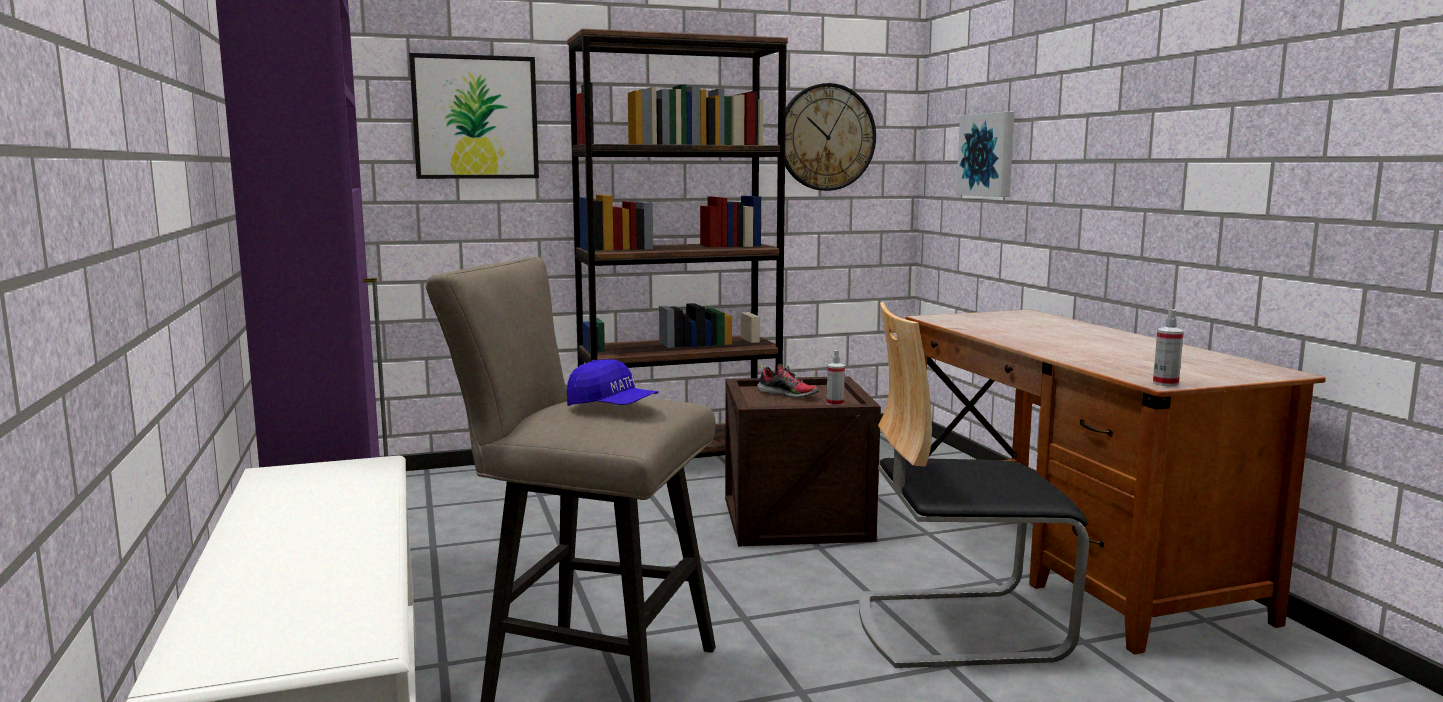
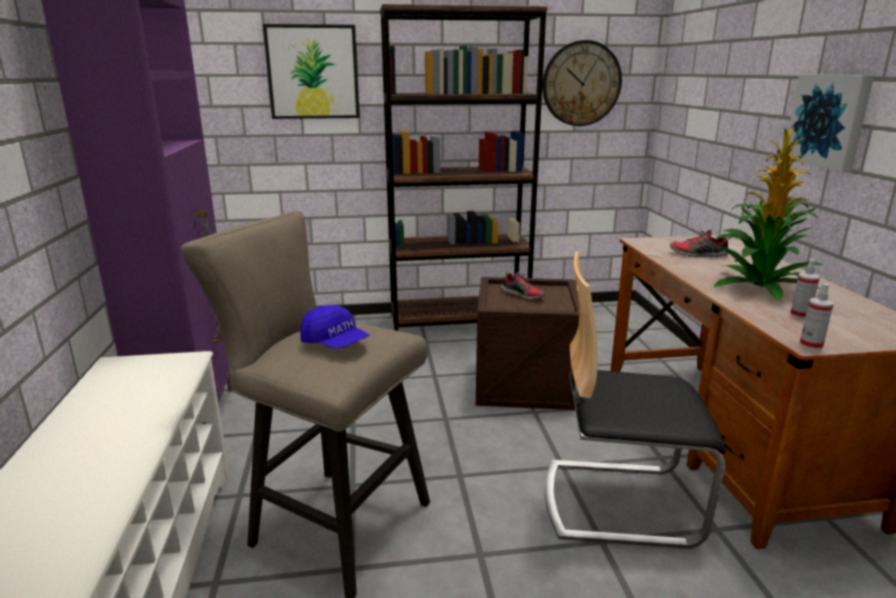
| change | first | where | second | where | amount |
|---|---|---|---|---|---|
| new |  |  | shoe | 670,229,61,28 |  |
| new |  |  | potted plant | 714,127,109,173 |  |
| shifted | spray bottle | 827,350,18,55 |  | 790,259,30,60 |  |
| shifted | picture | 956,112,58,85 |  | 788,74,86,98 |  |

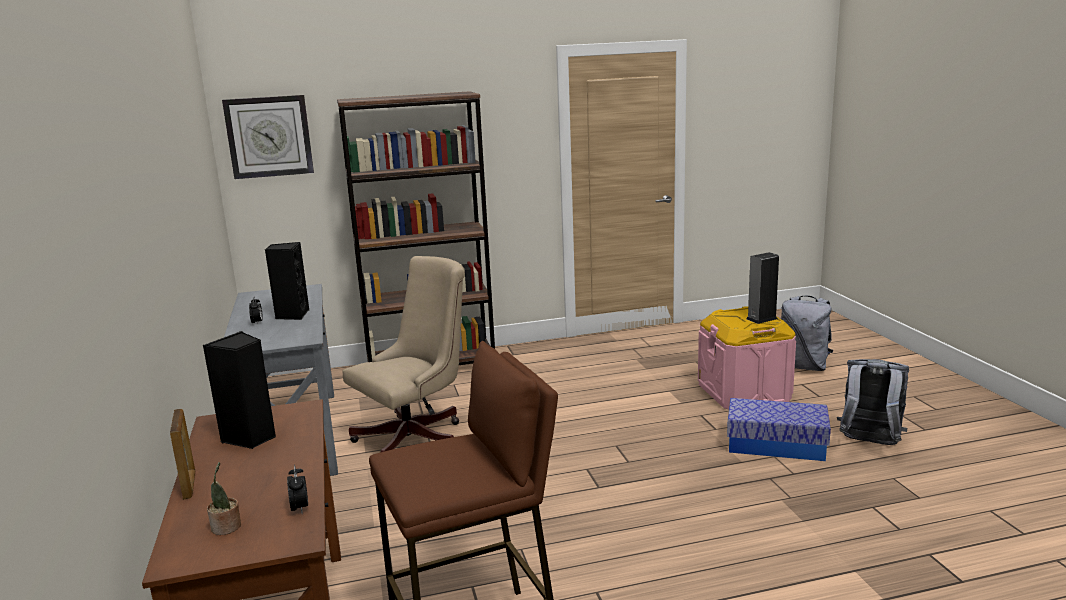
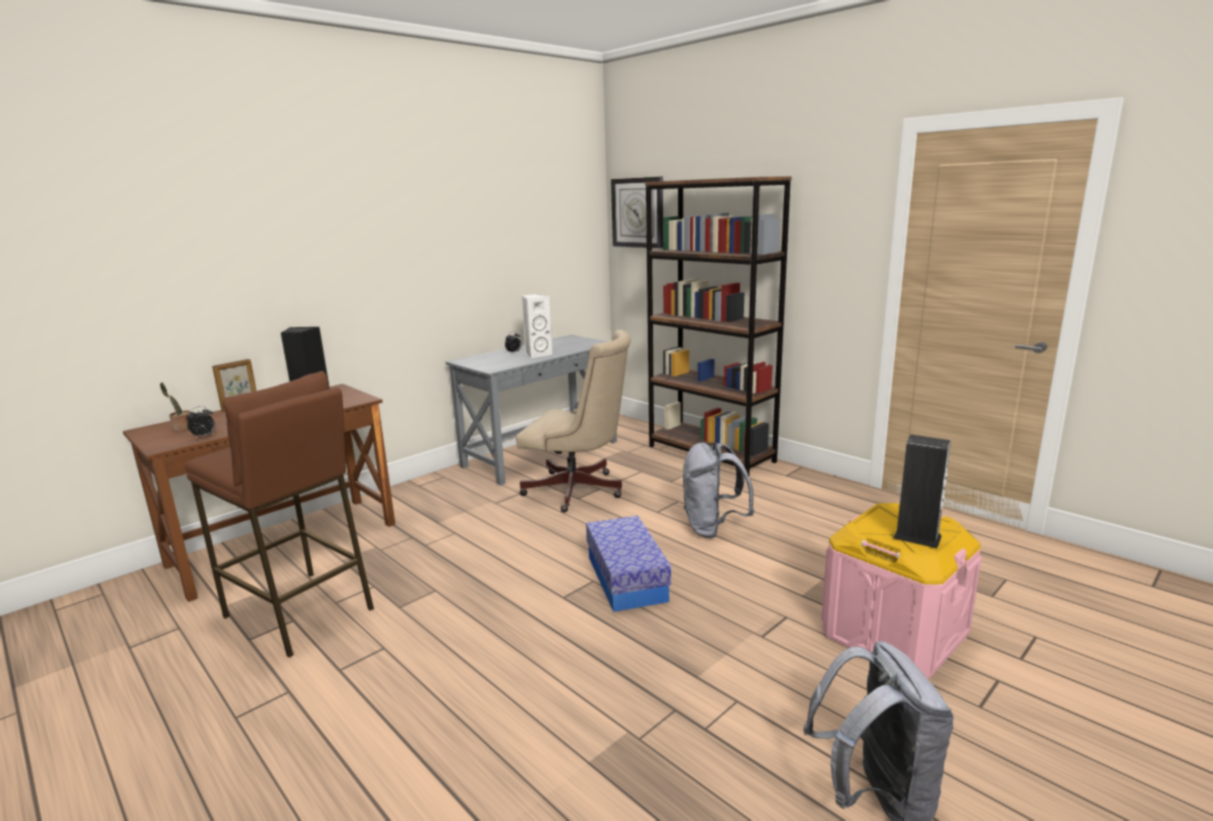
| change | first | where | second | where | amount |
|---|---|---|---|---|---|
| shifted | storage box | 727,398,104,63 |  | 586,516,85,96 |  |
| shifted | backpack in grey | 781,295,53,76 |  | 683,442,71,96 |  |
| repainted | speaker in black | 265,242,45,78 | speaker in white | 522,294,31,64 |  |

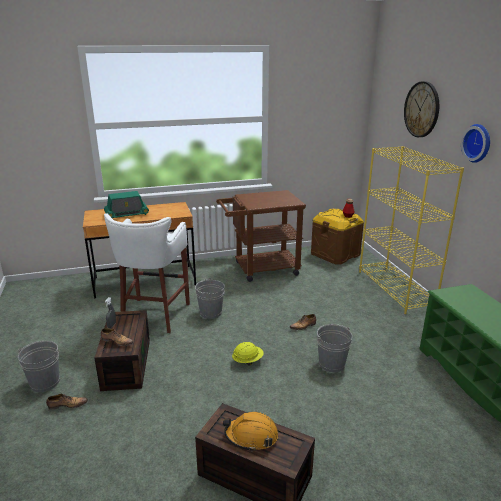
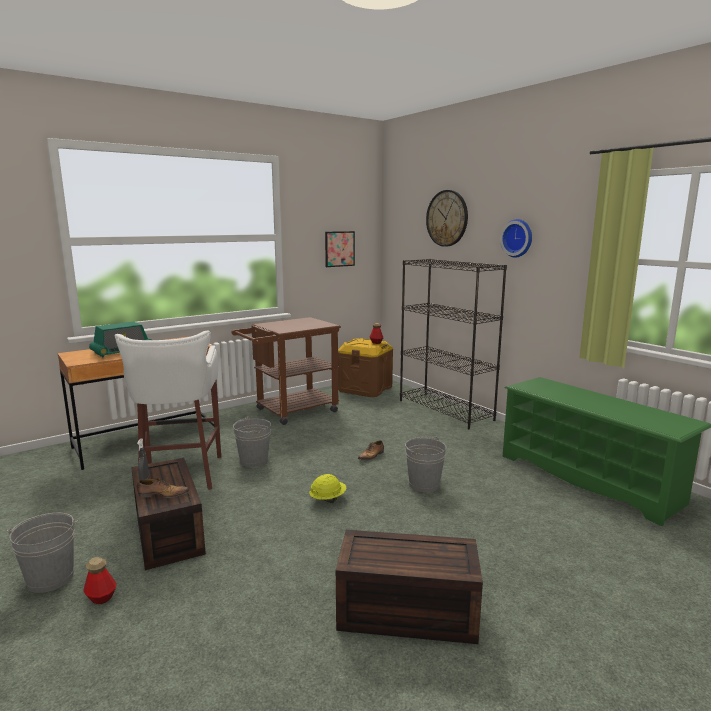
| change | first | where | second | where | amount |
|---|---|---|---|---|---|
| gone | hard hat in orange | 223,412,55,40 |  |  |  |
| new |  |  | picture | 325,231,30,36 |  |
| swapped | shoe | 46,394,42,16 | bottle | 83,557,33,47 |  |
| repainted | bookcase in yellow | 359,146,105,168 | bookcase in black | 400,259,107,170 |  |

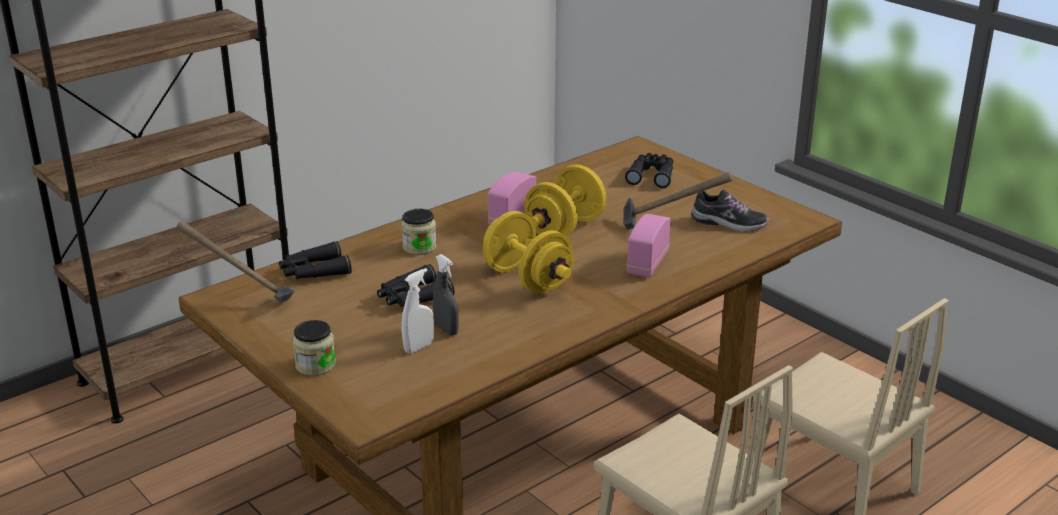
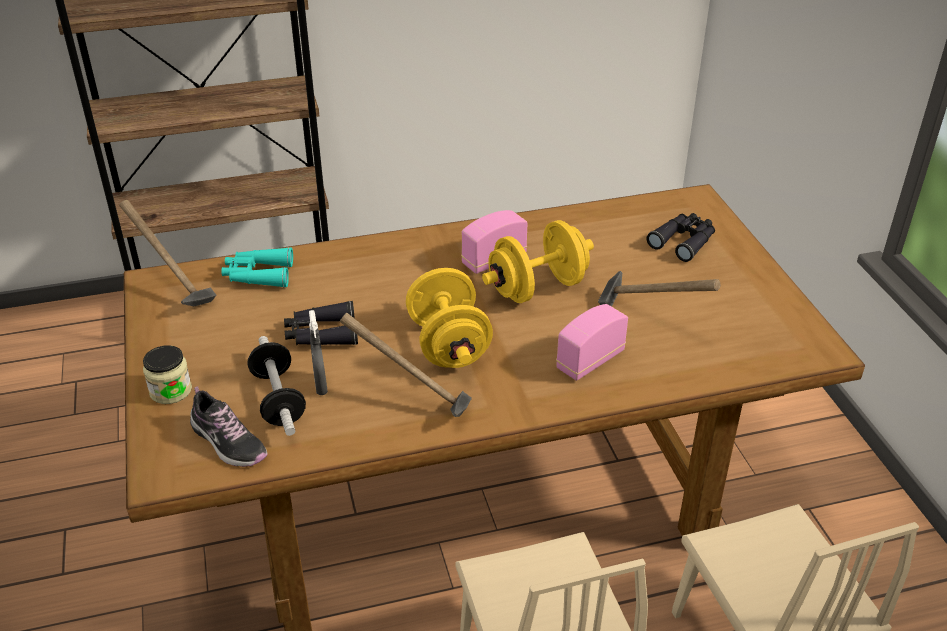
| change | first | where | second | where | amount |
|---|---|---|---|---|---|
| gone | jar | 401,209,36,46 |  |  |  |
| new |  |  | hammer | 340,313,132,104 |  |
| shifted | shoe | 691,190,78,42 |  | 190,386,78,81 |  |
| swapped | spray bottle in white | 402,268,32,85 | dumbbell | 248,336,58,100 |  |
| repainted | binoculars in black | 279,241,73,38 | binoculars in turquoise | 221,247,72,41 |  |

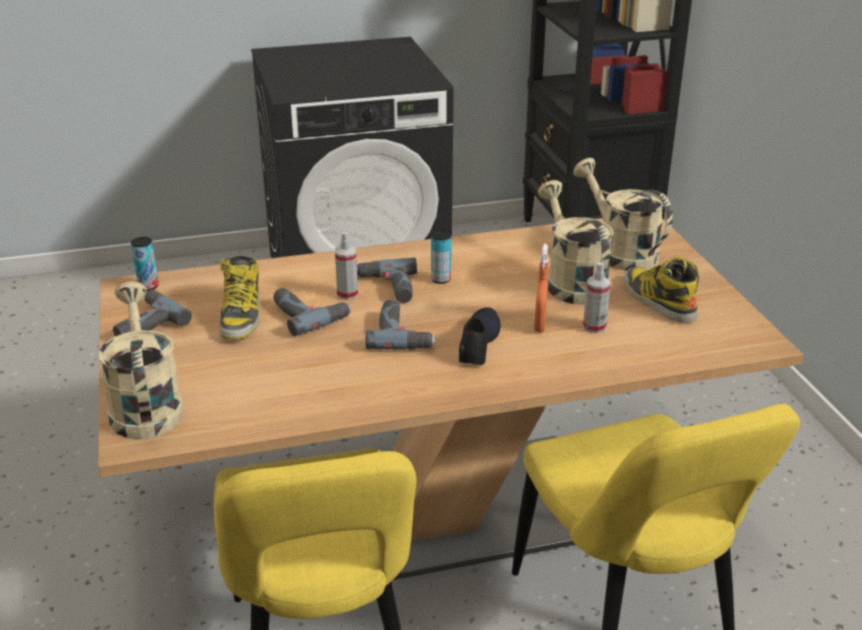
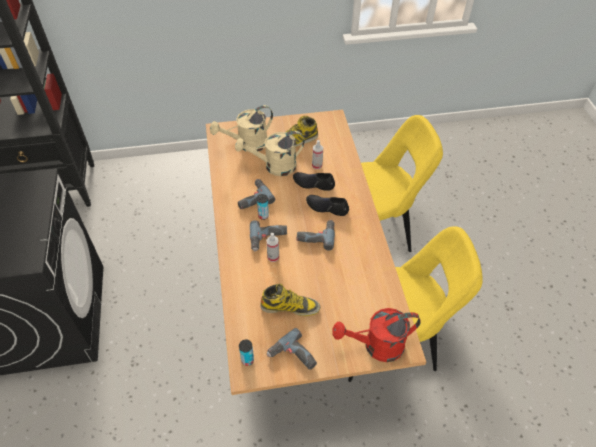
| change | first | where | second | where | amount |
|---|---|---|---|---|---|
| shifted | power drill | 273,288,78,48 |  | 238,179,37,30 |  |
| swapped | spray bottle in orange | 534,244,14,88 | shoe in black | 293,172,42,19 |  |
| repainted | watering can in beige | 99,282,84,157 | watering can in red | 332,308,89,54 |  |

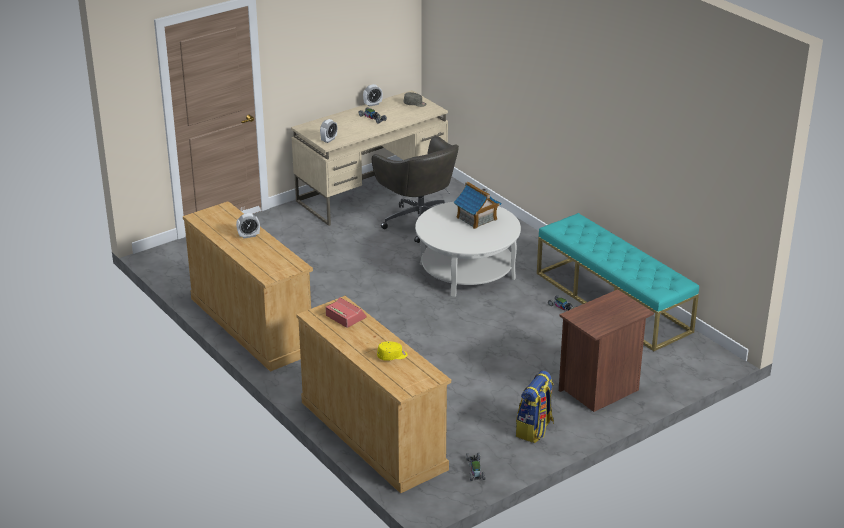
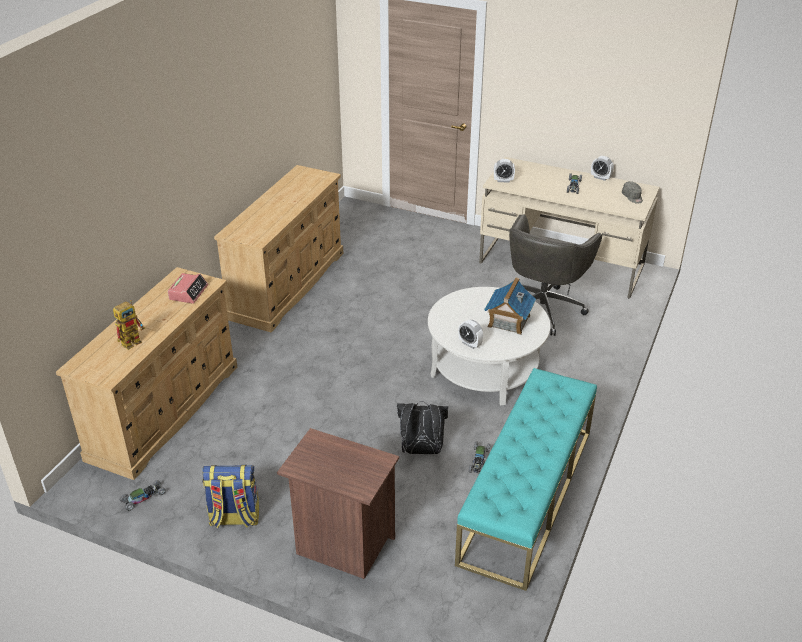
| change | first | where | second | where | amount |
|---|---|---|---|---|---|
| new |  |  | backpack in black | 397,401,51,53 |  |
| shifted | alarm clock | 236,213,24,26 |  | 458,320,25,29 |  |
| swapped | cap in yellow | 377,341,31,20 | toy robot | 113,300,32,50 |  |

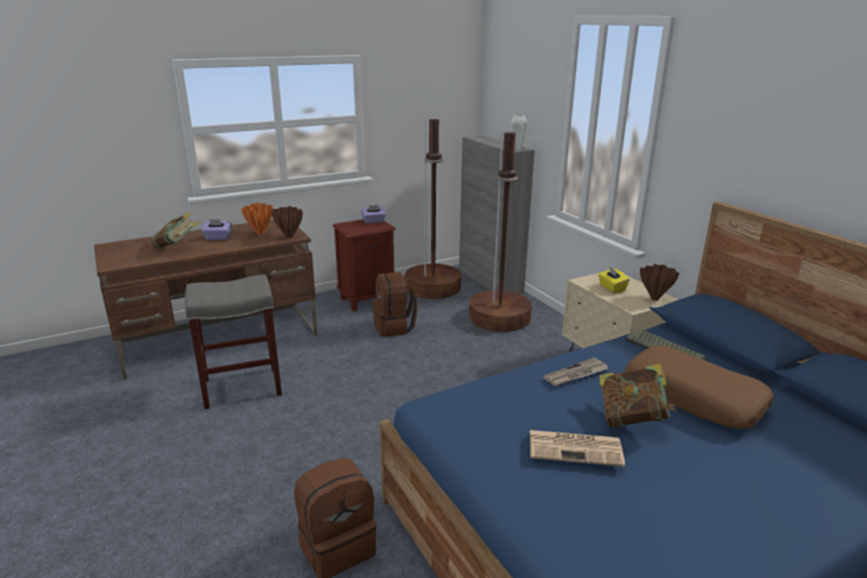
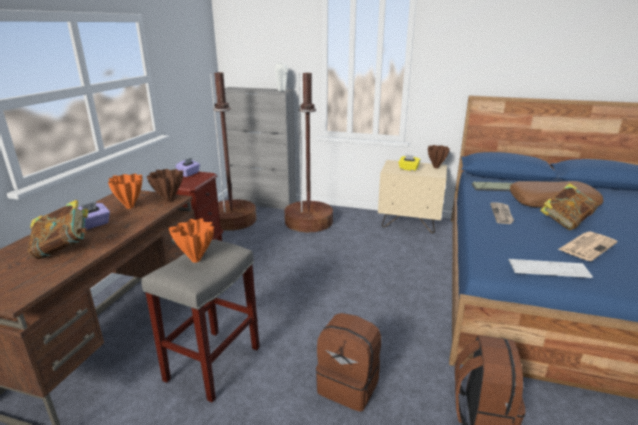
| change | first | where | second | where | amount |
|---|---|---|---|---|---|
| new |  |  | vase in orange | 169,218,45,45 |  |
| new |  |  | keyboard | 509,259,84,19 |  |
| shifted | backpack in brown | 372,272,45,65 |  | 316,313,65,99 |  |

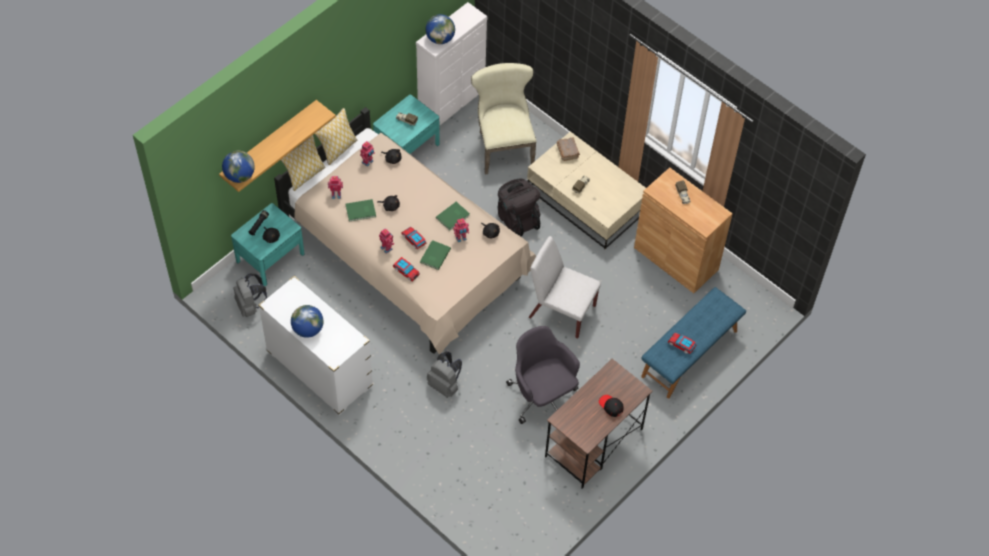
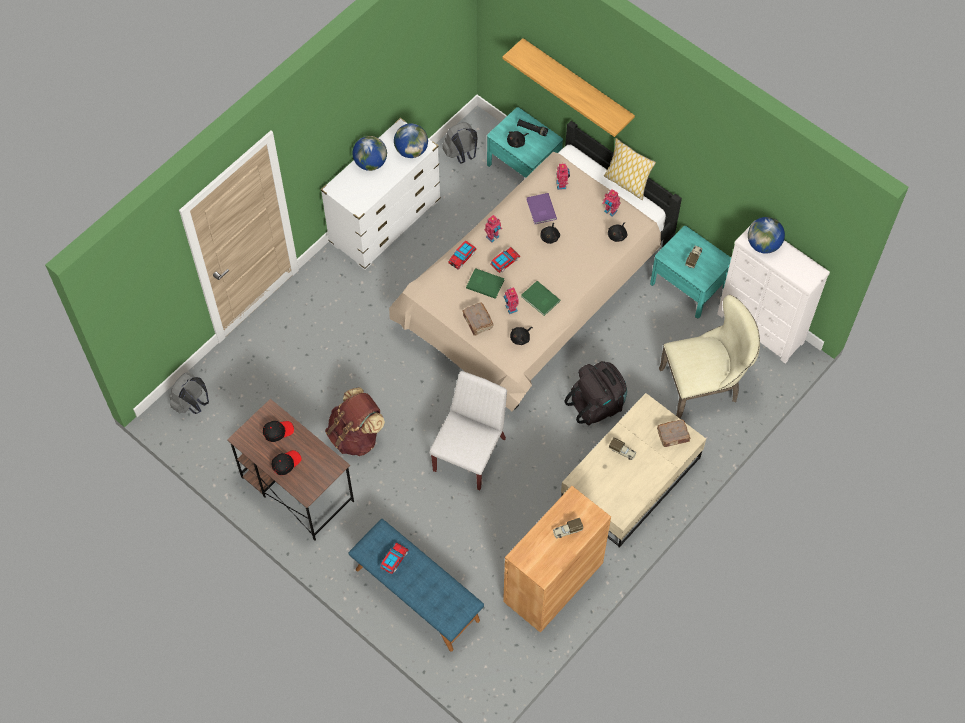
| change | first | where | second | where | amount |
|---|---|---|---|---|---|
| gone | pillow | 281,135,45,56 |  |  |  |
| new |  |  | cap in black | 263,421,31,21 |  |
| new |  |  | book in brown | 462,302,32,34 |  |
| shifted | globe | 222,151,33,32 |  | 394,123,34,35 |  |
| shifted | backpack in grey | 427,351,35,47 |  | 169,373,40,41 |  |
| swapped | office chair in grey | 506,326,74,98 | backpack in brown | 325,387,60,70 |  |
| repainted | book in green | 346,199,30,23 | book in purple | 526,193,31,31 |  |

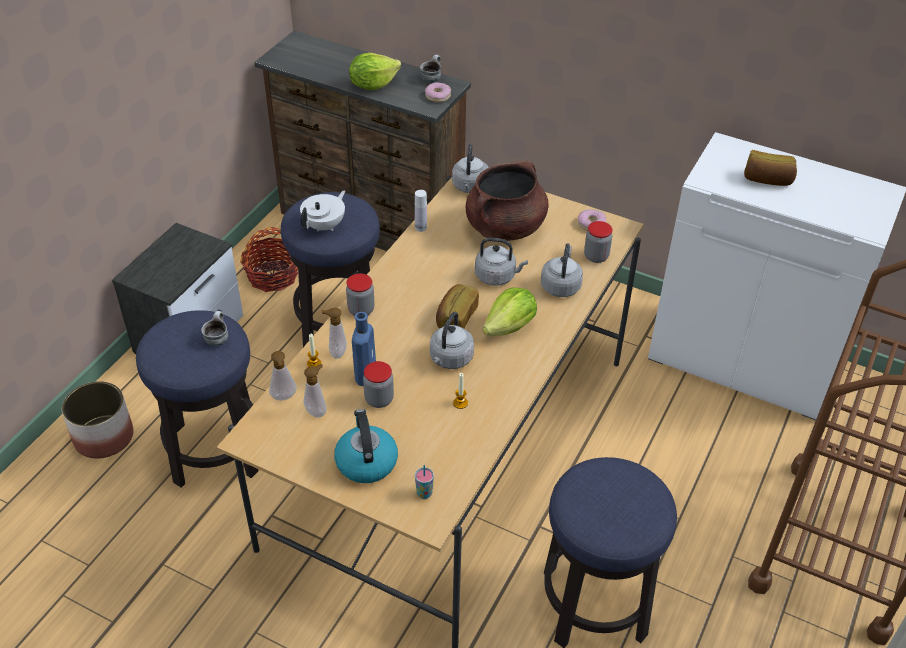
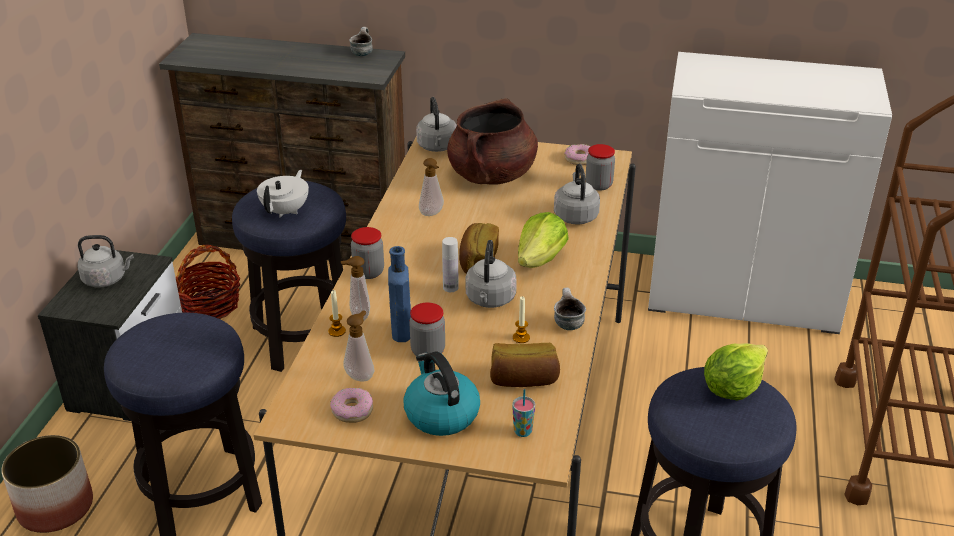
| change | first | where | second | where | amount |
|---|---|---|---|---|---|
| shifted | mug | 201,311,27,35 |  | 554,288,32,42 |  |
| shifted | soap dispenser | 269,351,28,50 |  | 419,158,25,58 |  |
| shifted | lettuce | 349,53,52,37 |  | 704,343,64,58 |  |
| shifted | bottle in white | 415,190,12,42 |  | 442,237,17,55 |  |
| shifted | donut | 425,82,26,20 |  | 330,388,43,35 |  |
| shifted | kettle in grey | 475,238,53,47 |  | 78,235,56,52 |  |
| shifted | bread | 744,150,53,36 |  | 490,342,70,45 |  |

